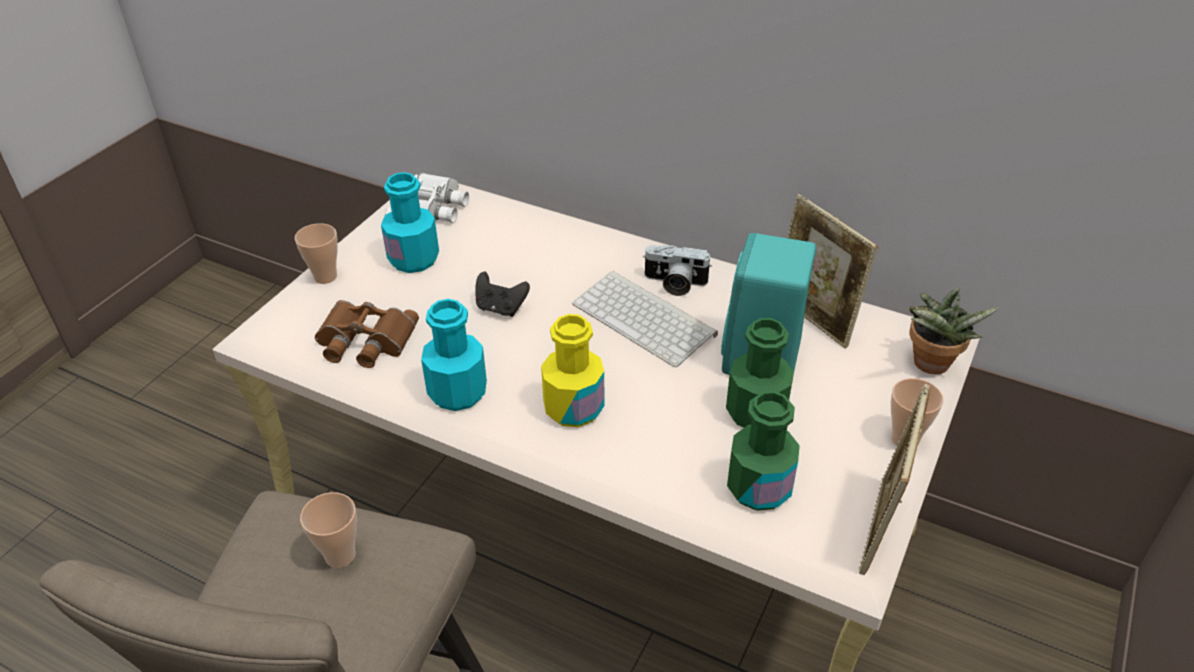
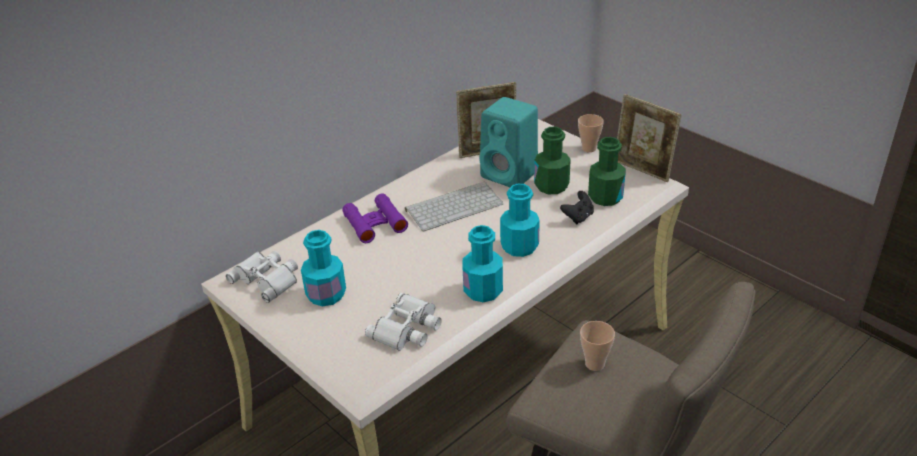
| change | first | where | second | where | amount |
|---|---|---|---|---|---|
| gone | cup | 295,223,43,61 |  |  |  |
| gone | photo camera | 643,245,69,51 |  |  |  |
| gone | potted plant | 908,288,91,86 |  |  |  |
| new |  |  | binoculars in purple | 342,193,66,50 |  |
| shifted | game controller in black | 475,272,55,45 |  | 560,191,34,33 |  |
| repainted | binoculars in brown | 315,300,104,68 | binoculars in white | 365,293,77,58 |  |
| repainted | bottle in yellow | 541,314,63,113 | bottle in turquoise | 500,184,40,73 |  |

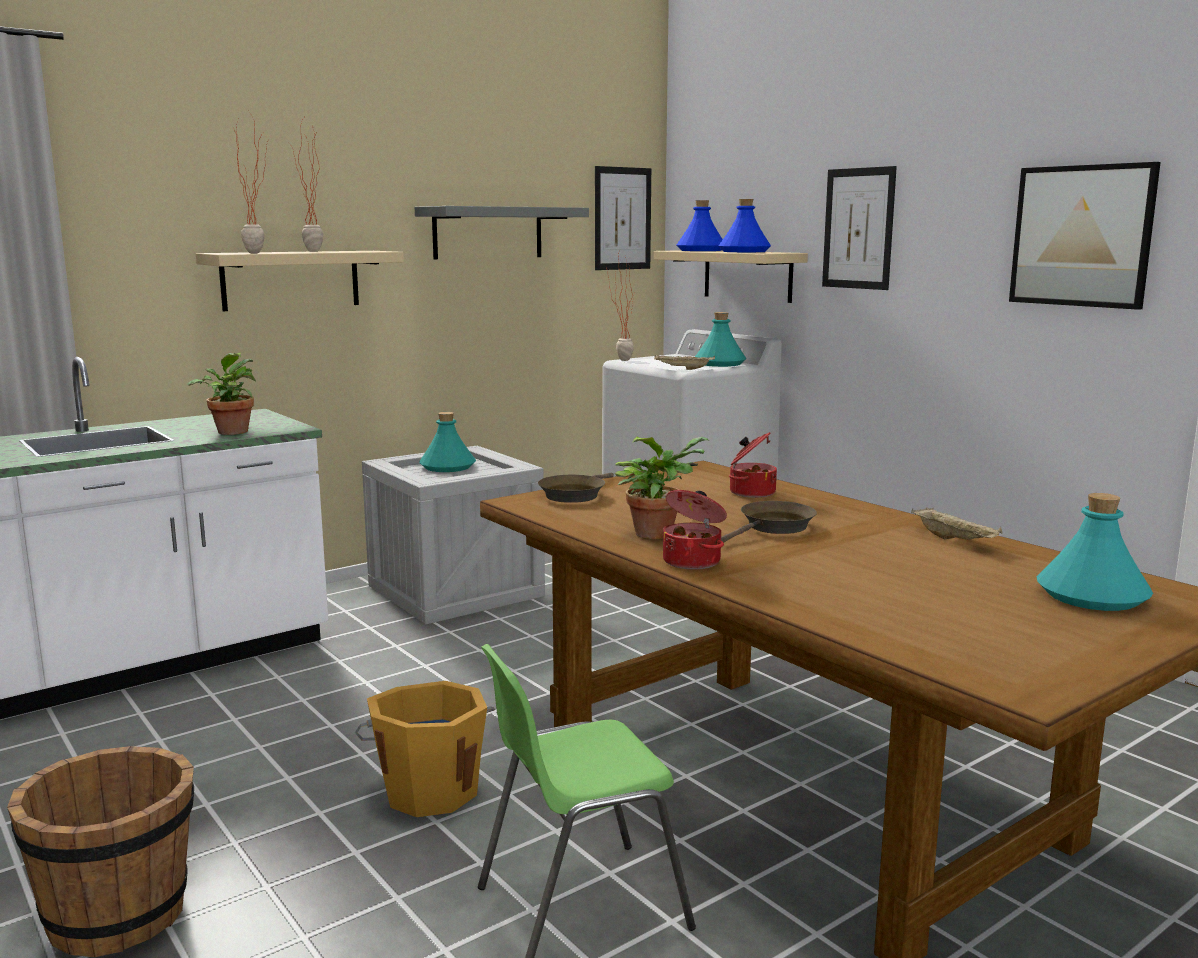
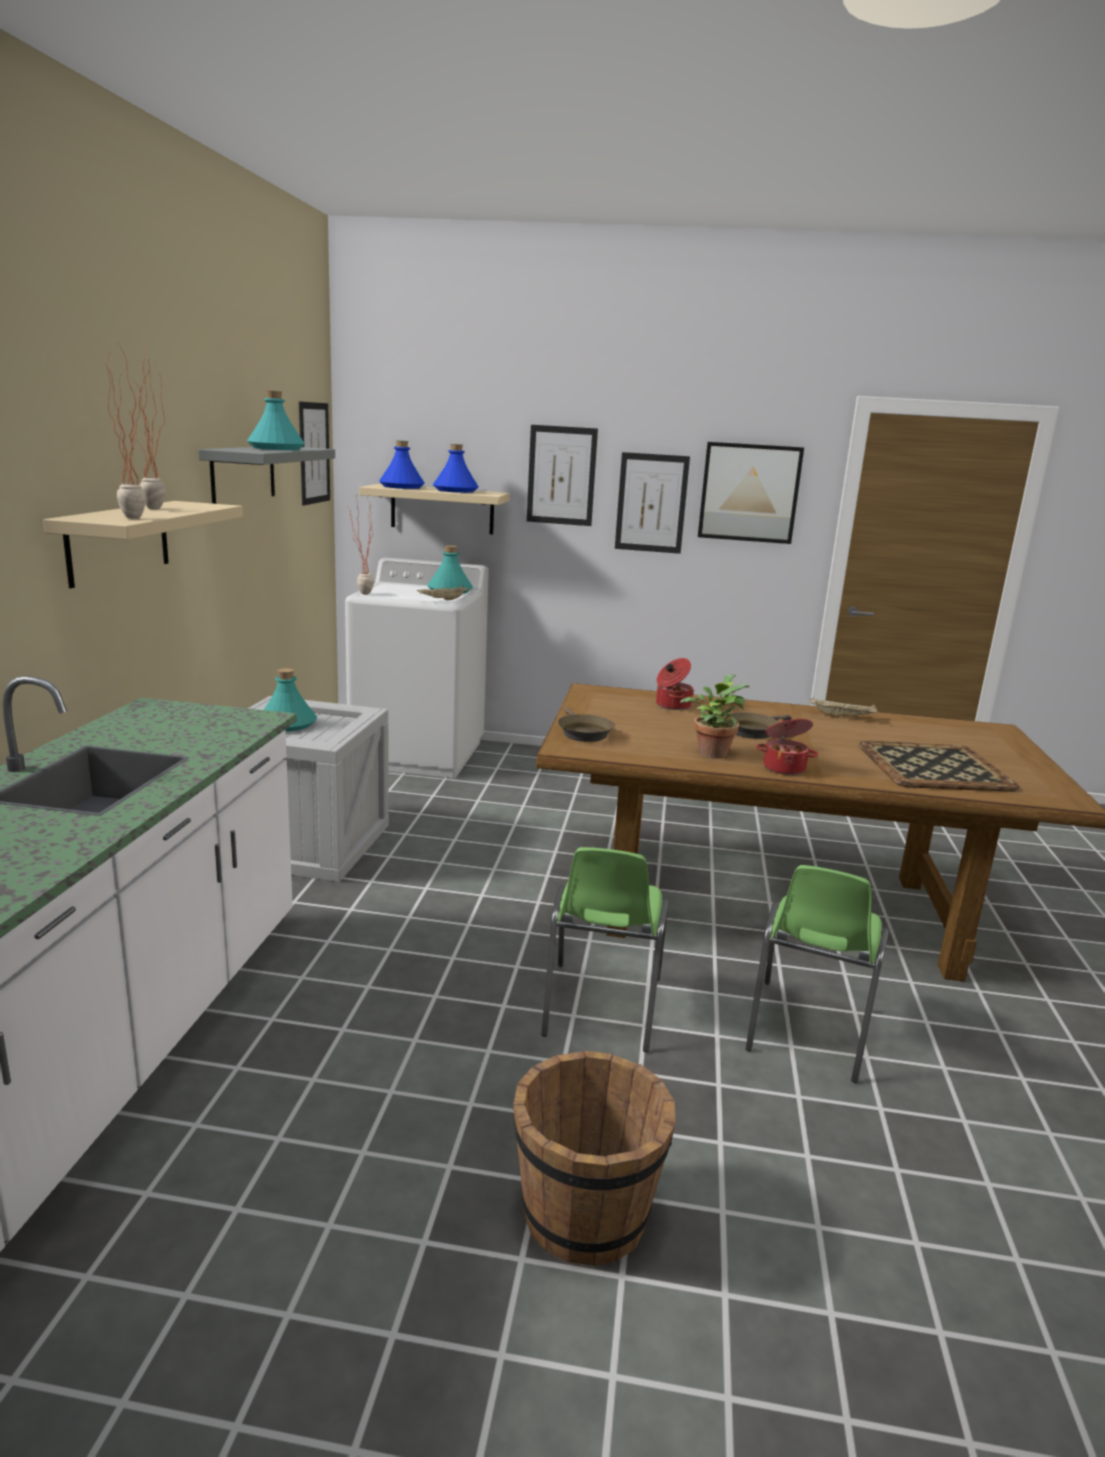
| change | first | where | second | where | amount |
|---|---|---|---|---|---|
| gone | potted plant | 187,352,69,83 |  |  |  |
| new |  |  | picture | 615,452,75,102 |  |
| new |  |  | tray | 859,741,160,51 |  |
| shifted | bottle in turquoise | 1037,493,116,118 |  | 247,391,58,59 |  |
| swapped | bucket in orange | 355,681,140,136 | chair in green | 541,847,128,205 |  |
| rotated | frying pan in brown | 721,501,96,41 |  | 725,712,66,27 | 135 degrees counterclockwise |

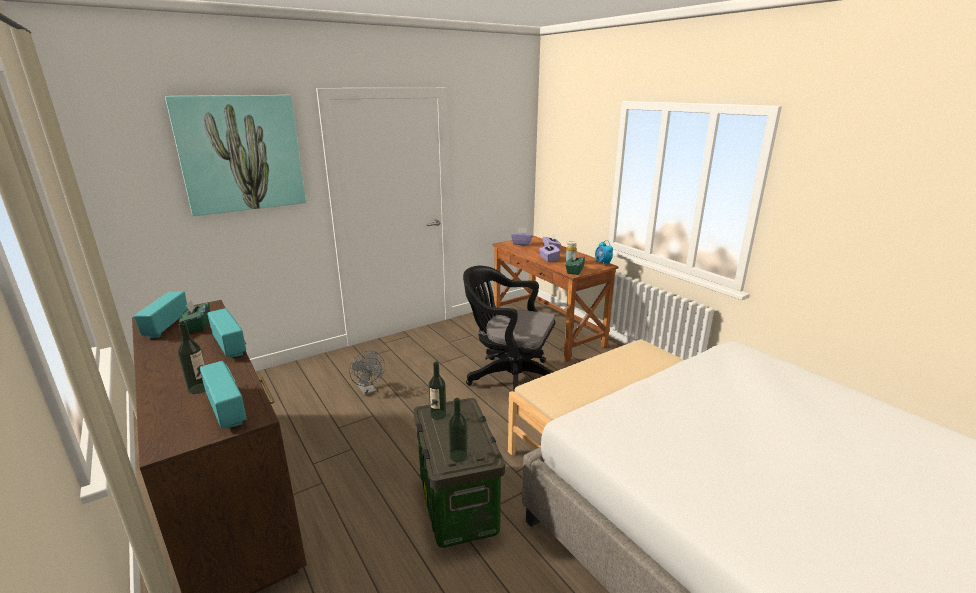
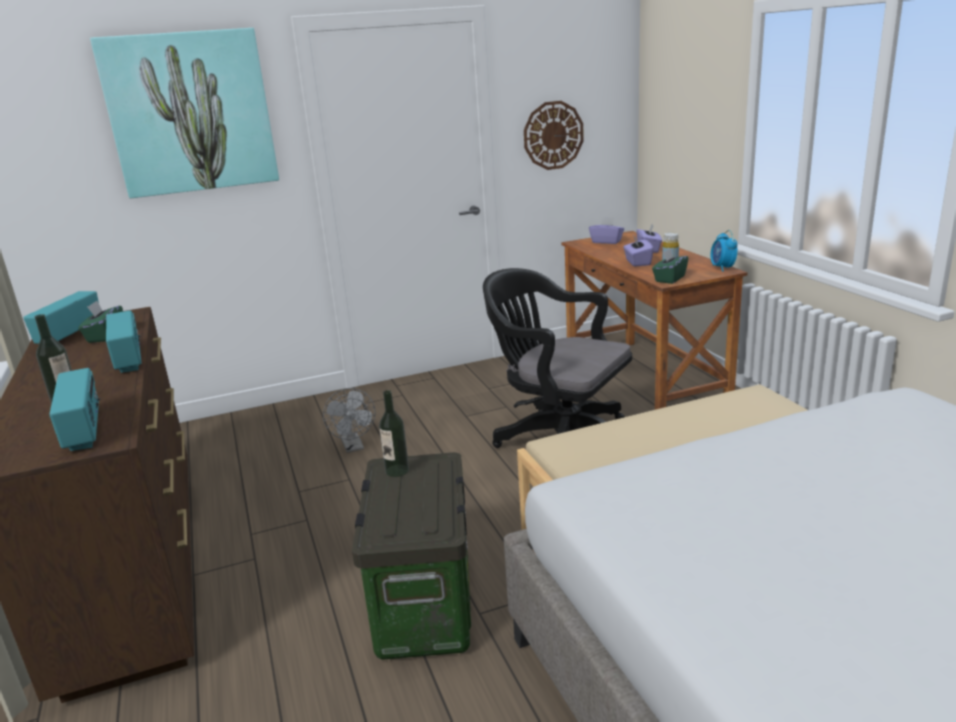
| change | first | where | second | where | amount |
|---|---|---|---|---|---|
| gone | bottle | 448,398,20,64 |  |  |  |
| new |  |  | wall clock | 524,101,60,69 |  |

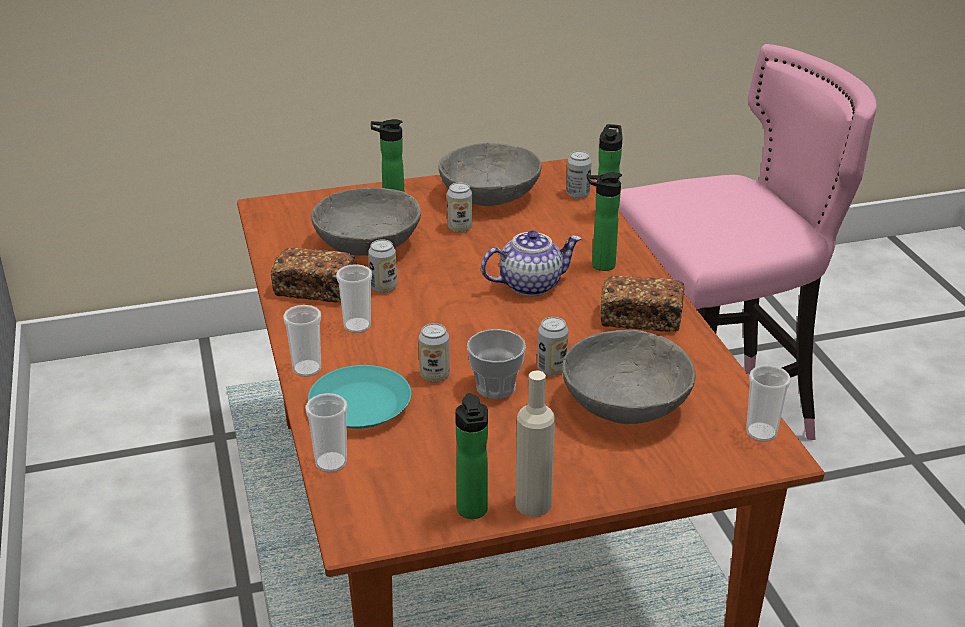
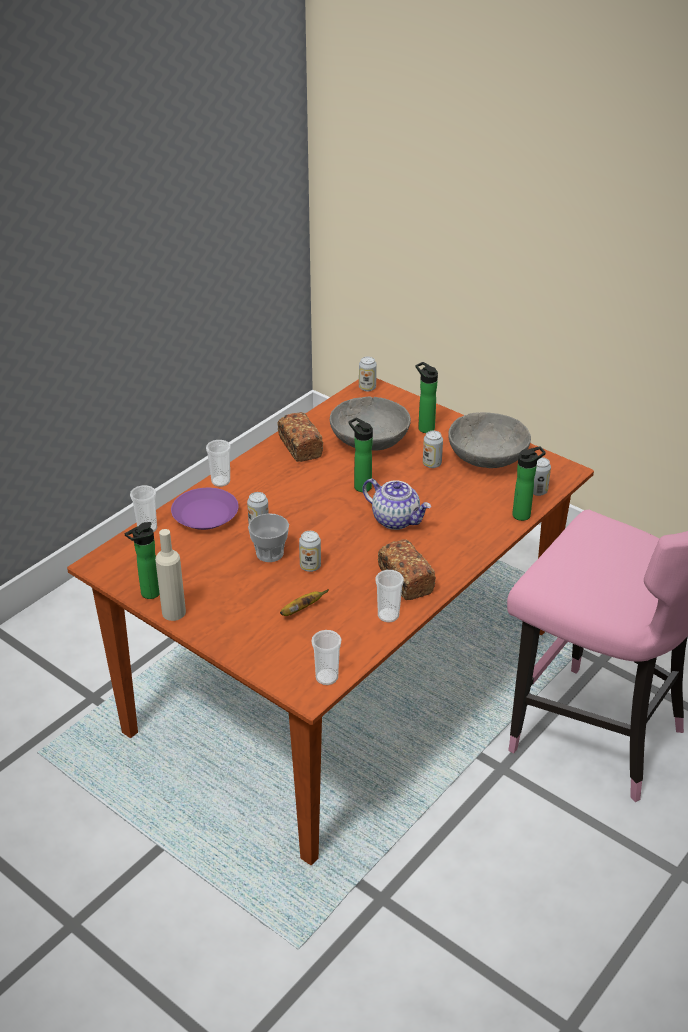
| change | first | where | second | where | amount |
|---|---|---|---|---|---|
| shifted | cup | 336,264,36,69 |  | 376,570,28,52 |  |
| shifted | can | 368,239,29,54 |  | 359,356,18,35 |  |
| shifted | bottle | 587,172,35,99 |  | 349,417,24,75 |  |
| swapped | bowl in grey | 562,330,134,94 | banana | 280,589,49,27 |  |
| repainted | plate in turquoise | 308,365,103,64 | plate in purple | 171,488,68,42 |  |

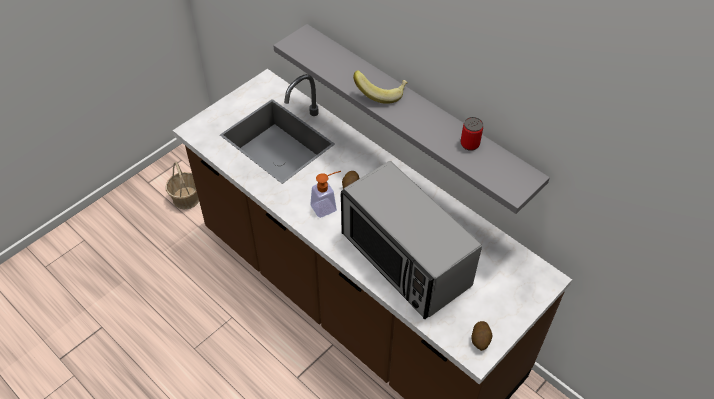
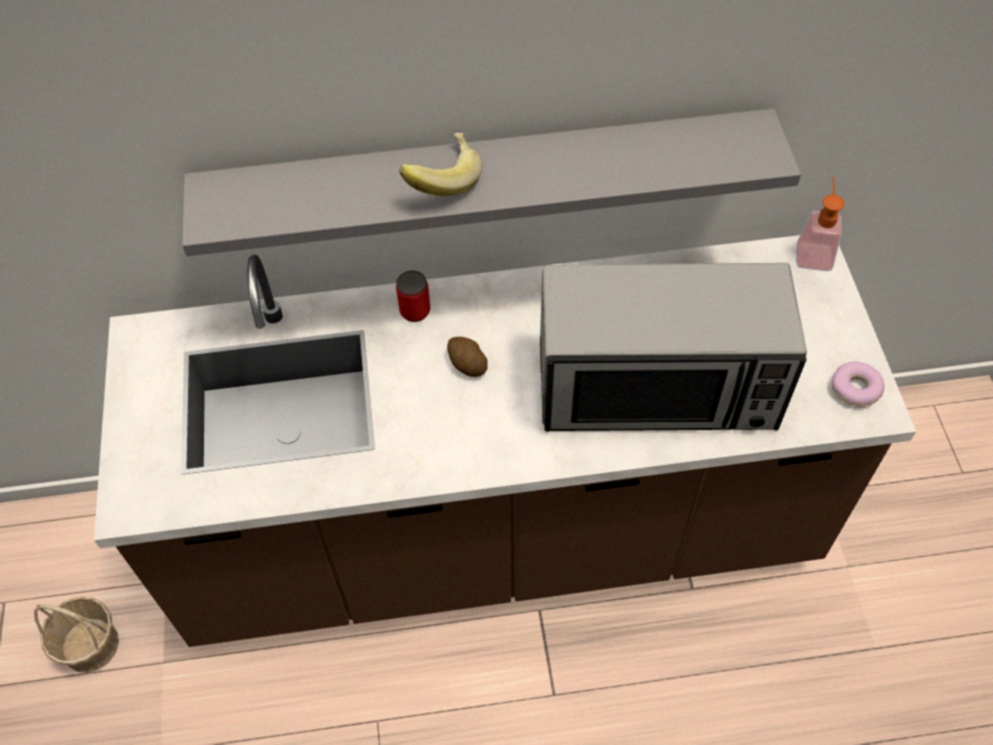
| change | first | where | second | where | amount |
|---|---|---|---|---|---|
| shifted | soap dispenser | 311,171,30,47 |  | 796,176,49,95 |  |
| shifted | can | 461,117,22,34 |  | 396,271,34,51 |  |
| swapped | potato | 471,321,21,30 | donut | 832,362,52,45 |  |

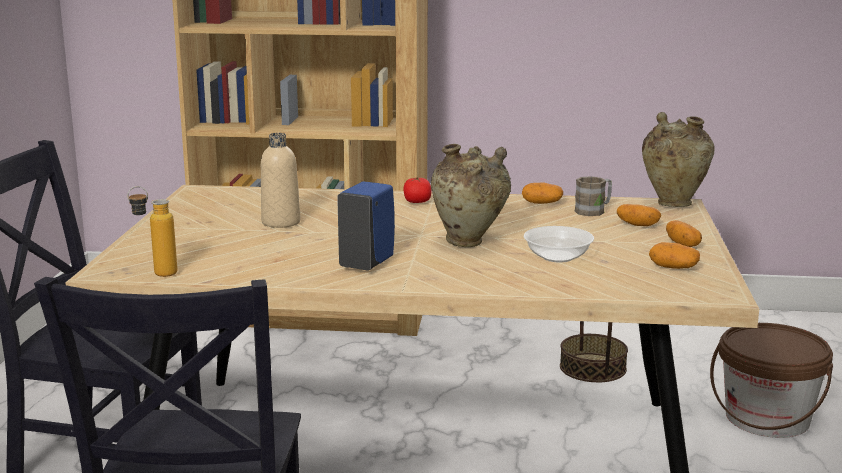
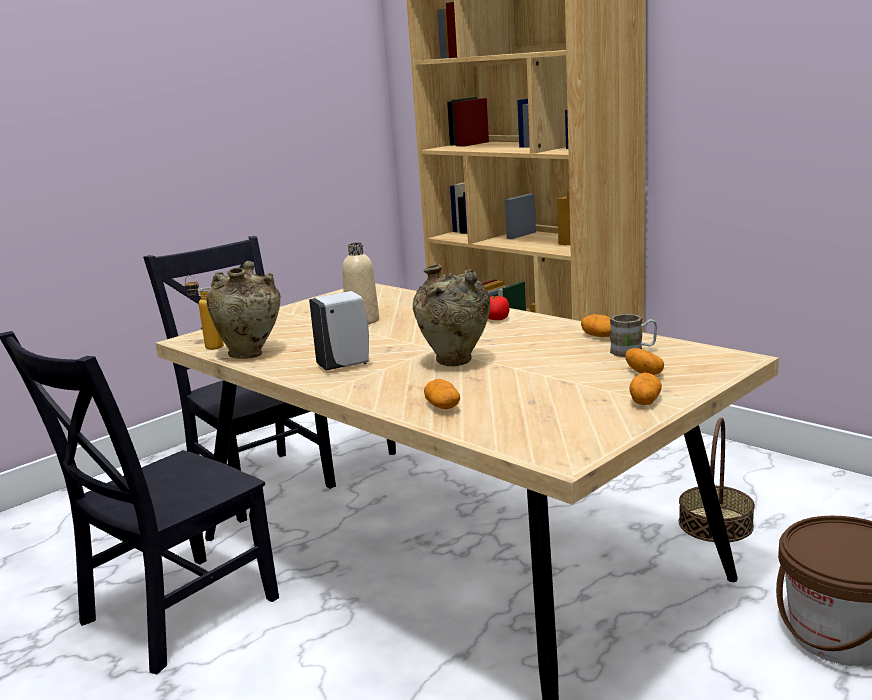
| change | first | where | second | where | amount |
|---|---|---|---|---|---|
| gone | bowl | 524,226,70,37 |  |  |  |
| shifted | vase in beige | 642,112,73,95 |  | 206,261,75,98 |  |
| shifted | potato | 649,242,51,27 |  | 424,379,36,30 |  |
| repainted | soap dispenser in blue | 337,182,58,89 | soap dispenser in white | 309,291,60,80 |  |

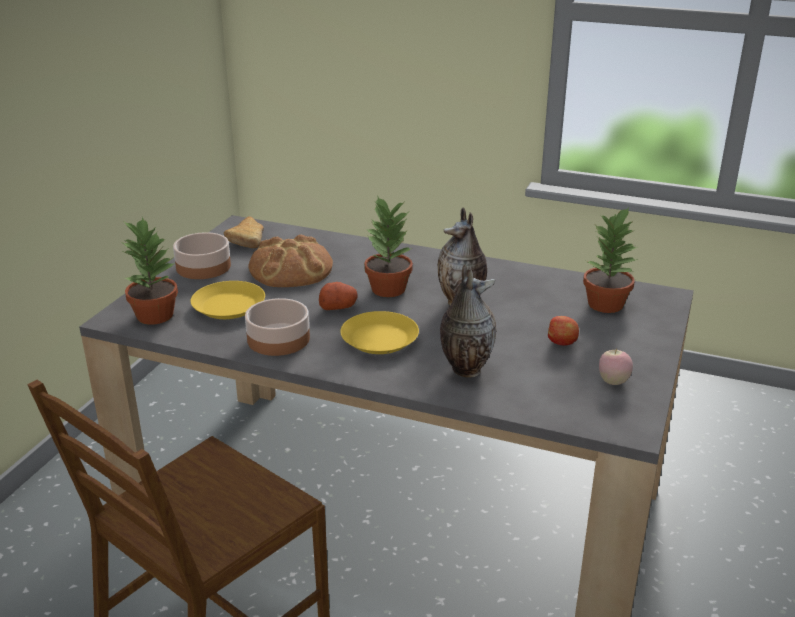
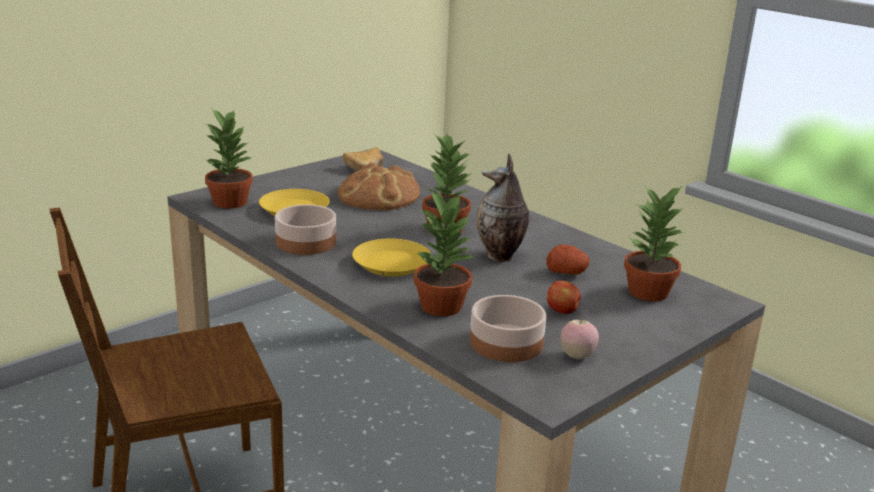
| change | first | where | second | where | amount |
|---|---|---|---|---|---|
| shifted | bowl | 173,232,58,47 |  | 470,295,76,67 |  |
| shifted | potato | 319,282,39,28 |  | 547,245,43,30 |  |
| swapped | vase | 440,264,56,114 | potted plant | 414,191,60,125 |  |

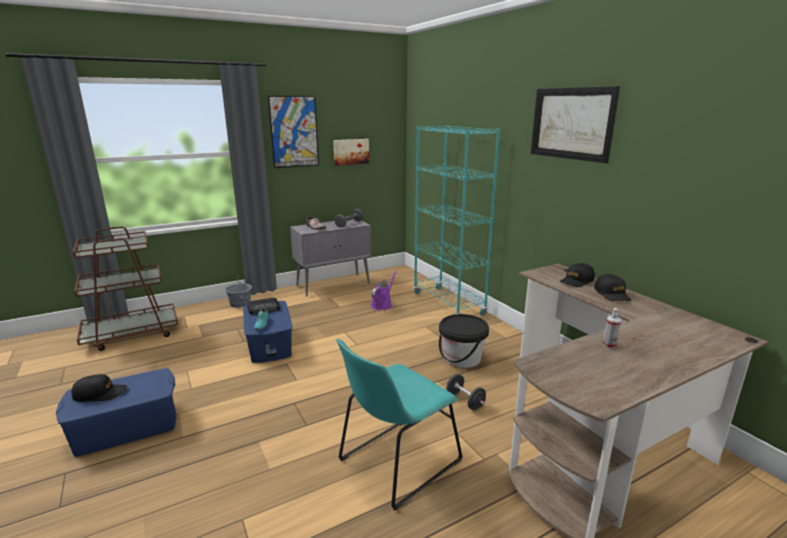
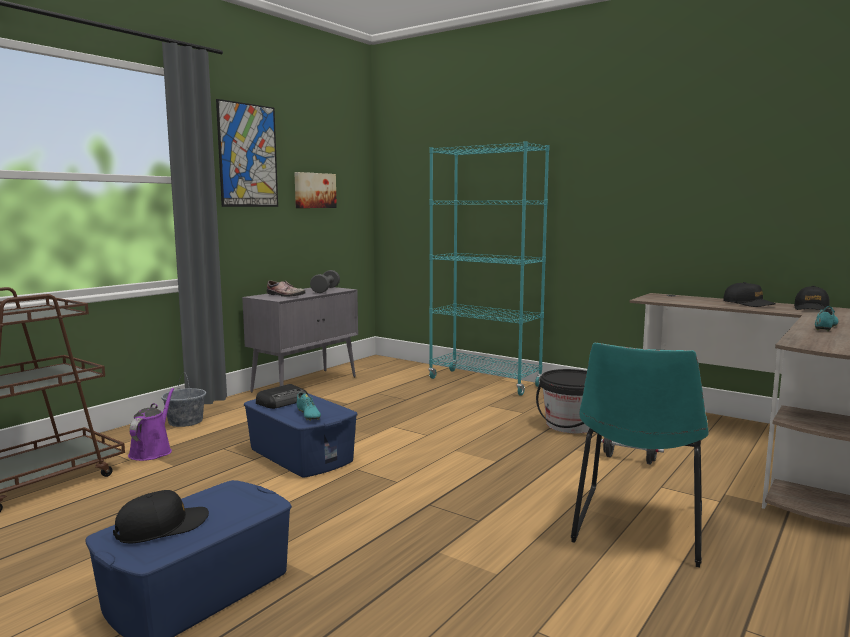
| change | first | where | second | where | amount |
|---|---|---|---|---|---|
| gone | picture | 531,86,89,77 |  |  |  |
| shifted | watering can in purple | 370,271,27,39 |  | 128,388,46,73 |  |
| shifted | cap in black | 560,263,35,24 |  | 794,286,36,24 |  |
| swapped | spray bottle | 602,308,19,41 | shoe in turquoise | 815,306,23,26 |  |

